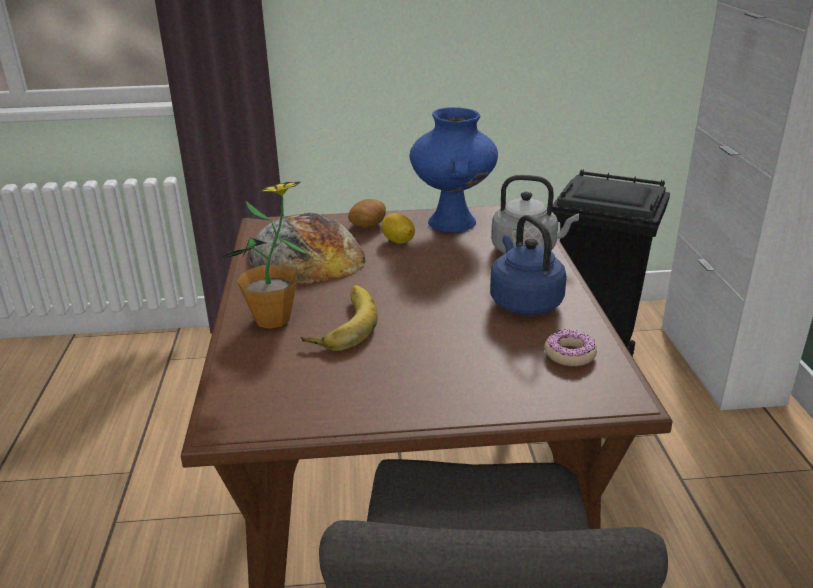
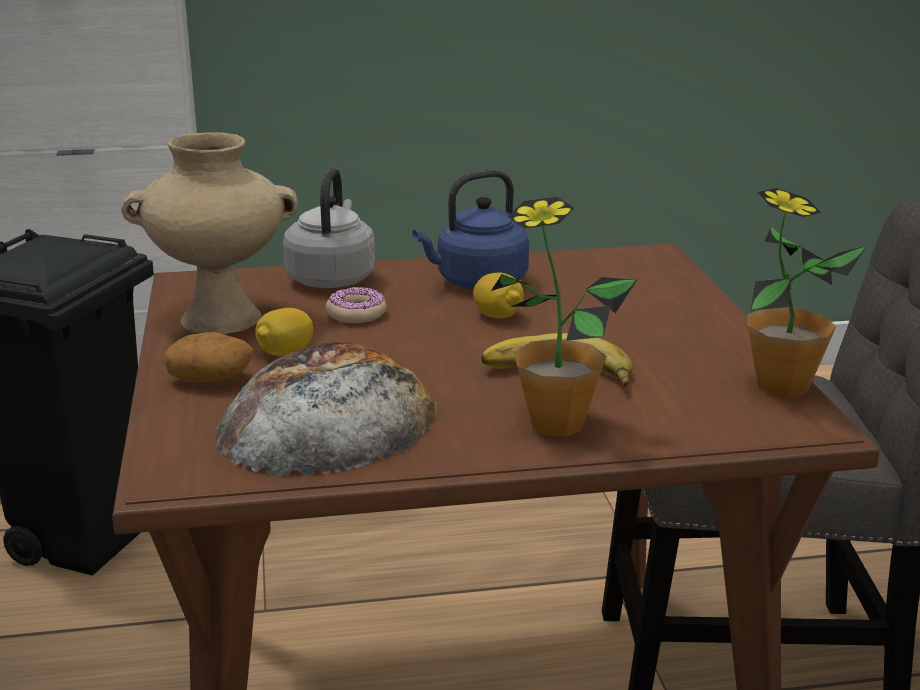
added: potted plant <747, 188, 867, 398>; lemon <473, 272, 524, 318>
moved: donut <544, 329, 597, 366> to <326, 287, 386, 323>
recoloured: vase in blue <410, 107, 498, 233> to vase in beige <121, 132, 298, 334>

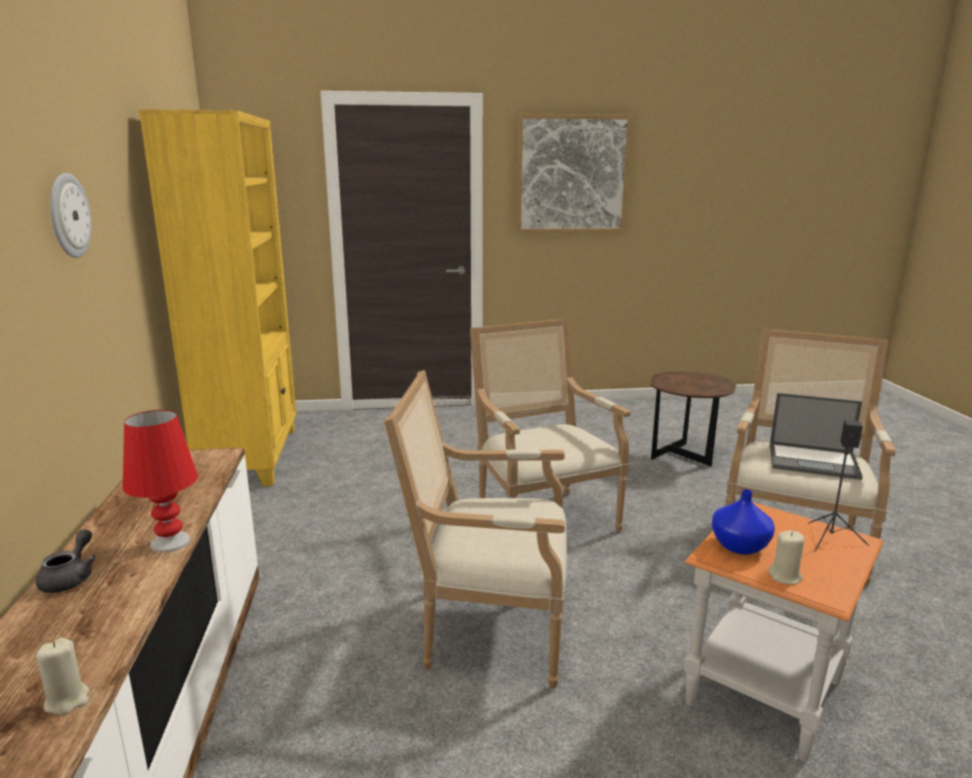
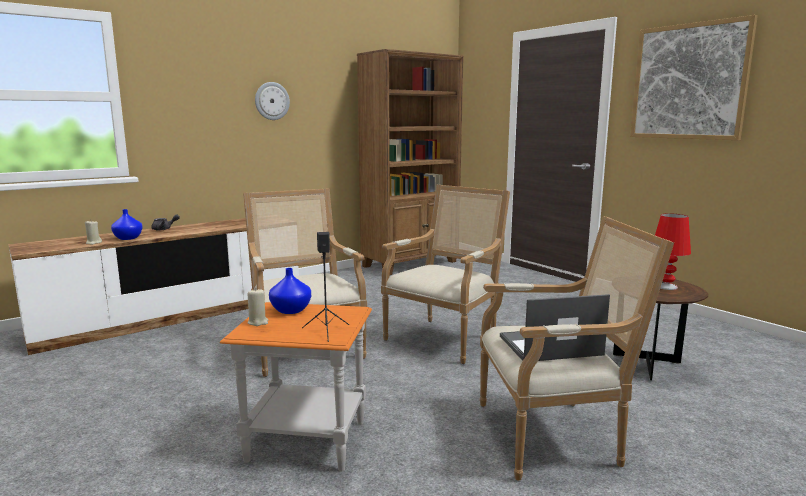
added: vase in blue <111, 209, 143, 240>
moved: table lamp in red <123, 410, 198, 553> to <655, 213, 691, 290>
recoloured: bookcase in yellow <138, 109, 296, 487> to bookcase in brown <357, 49, 464, 275>
turned: laptop <770, 393, 863, 480> = <500, 294, 610, 361> 90 degrees clockwise

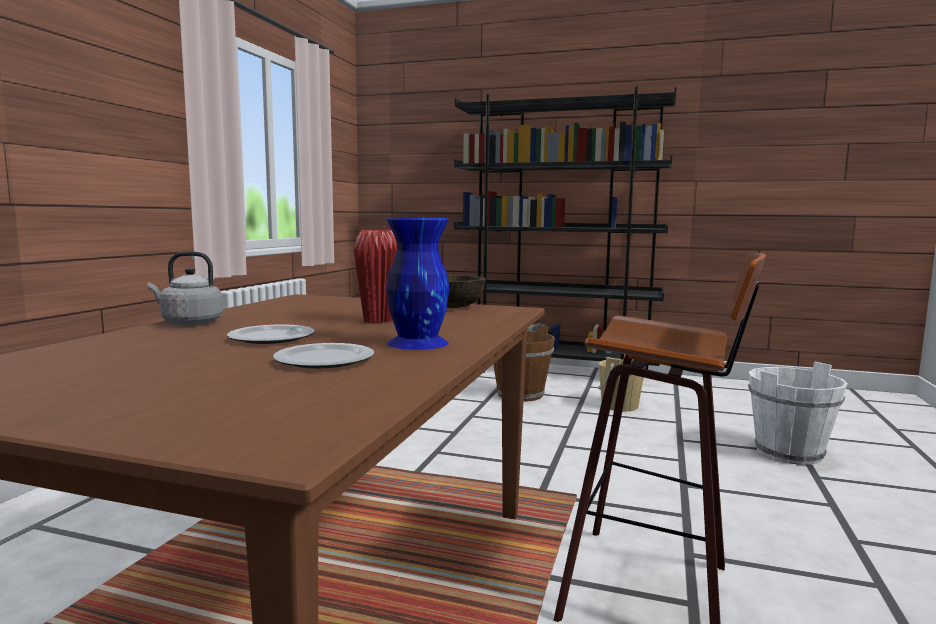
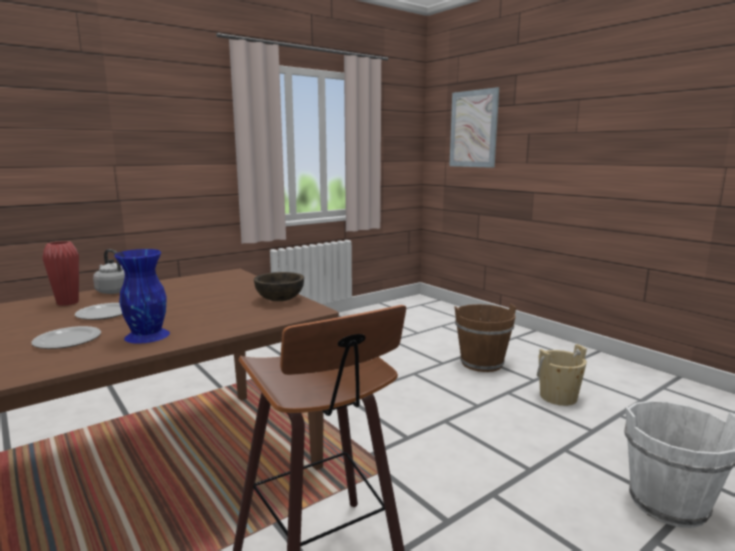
removed: bookcase in black <454, 86, 677, 373>
added: picture <449, 87, 499, 168>
moved: vase in red <354, 230, 397, 323> to <42, 241, 79, 306>

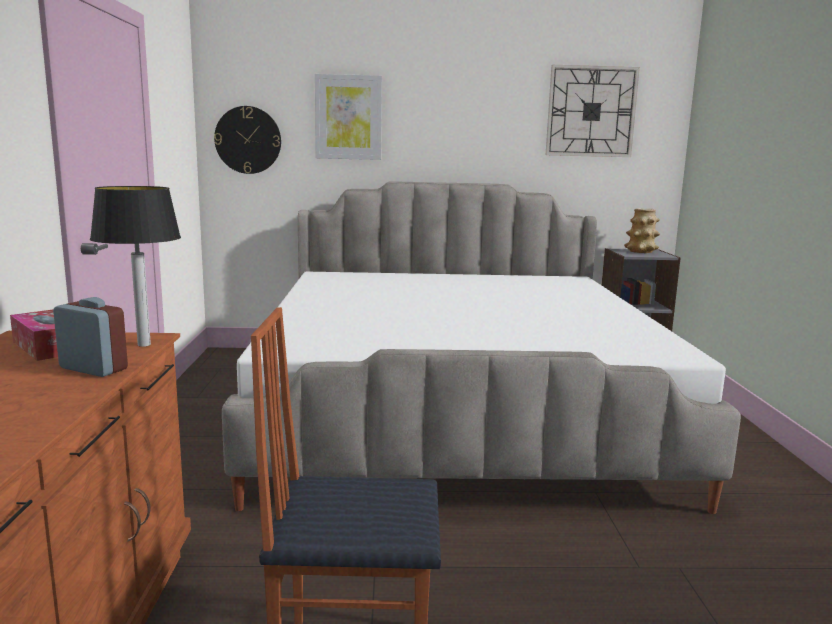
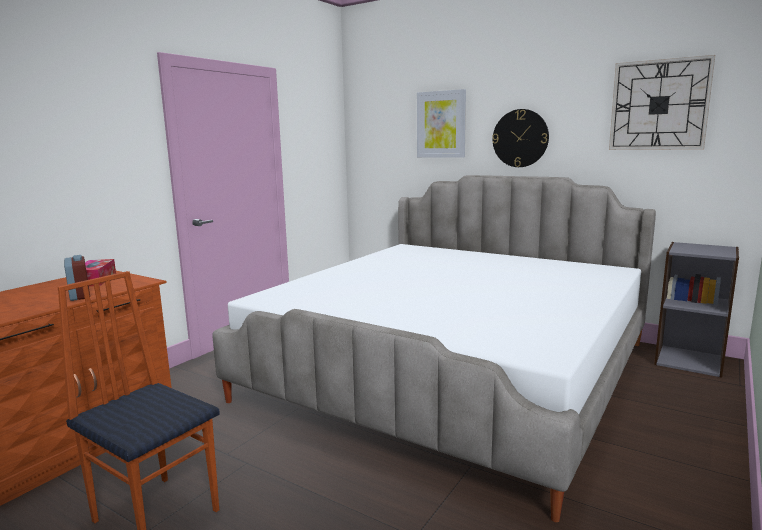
removed: table lamp <90, 186, 181, 347>; vase <624, 208, 660, 253>
moved: wall clock <214, 106, 281, 174> to <492, 109, 549, 167>

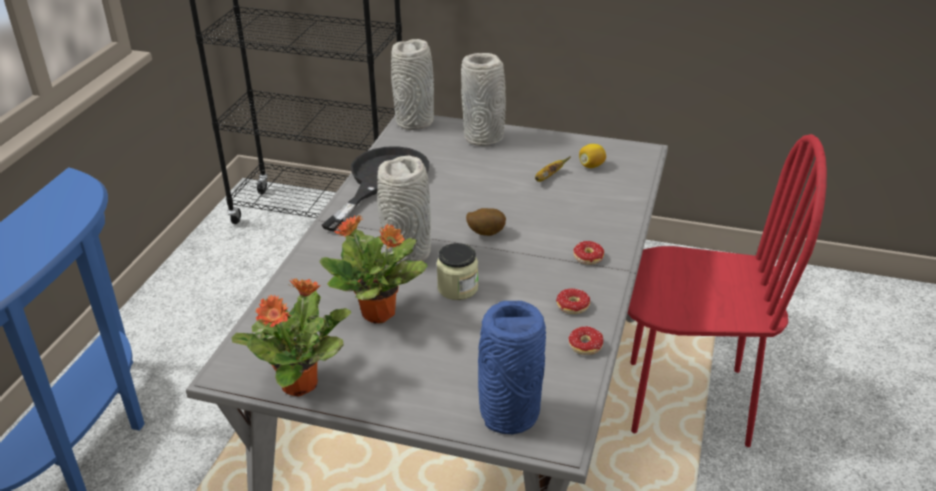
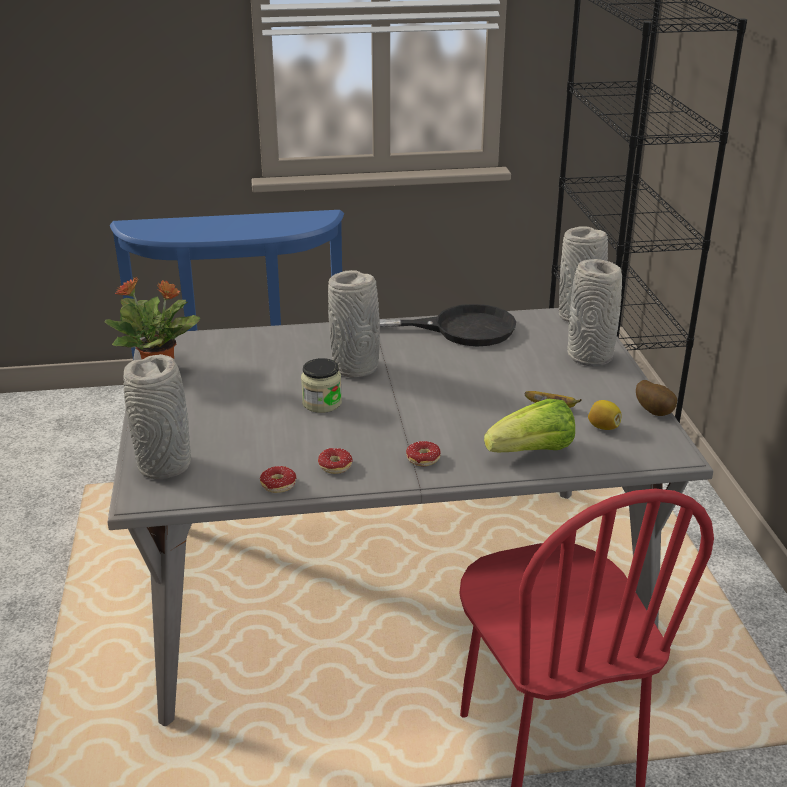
removed: potted plant <319, 215, 427, 323>
added: lettuce <484, 399, 575, 452>
moved: potato <466, 208, 506, 236> to <636, 380, 677, 416>
recoloured: vase in blue <478, 301, 546, 434> to vase in grey <123, 354, 191, 479>

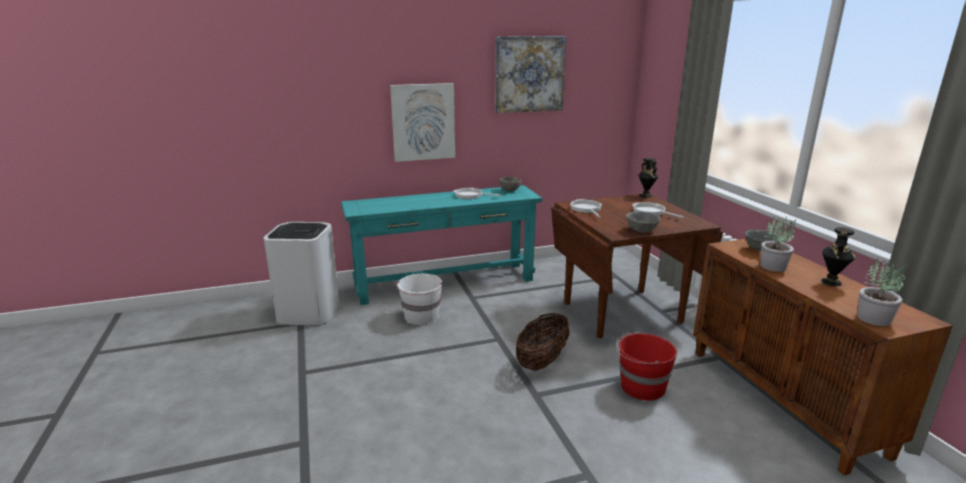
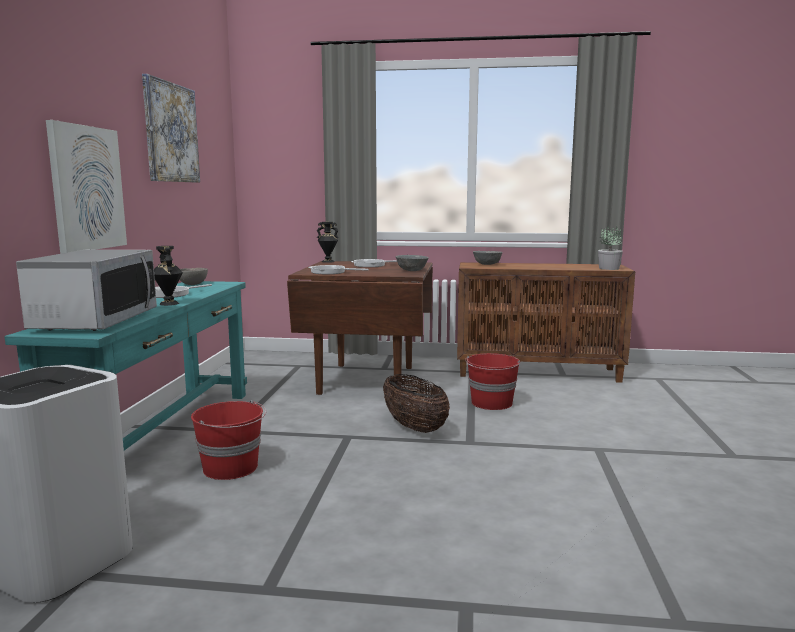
removed: potted plant <760, 217, 796, 272>
added: microwave <16, 250, 157, 331>
moved: vase in black <821, 227, 855, 286> to <154, 246, 183, 306>
recoloured: bucket in white <396, 274, 443, 325> to bucket in red <191, 400, 266, 480>

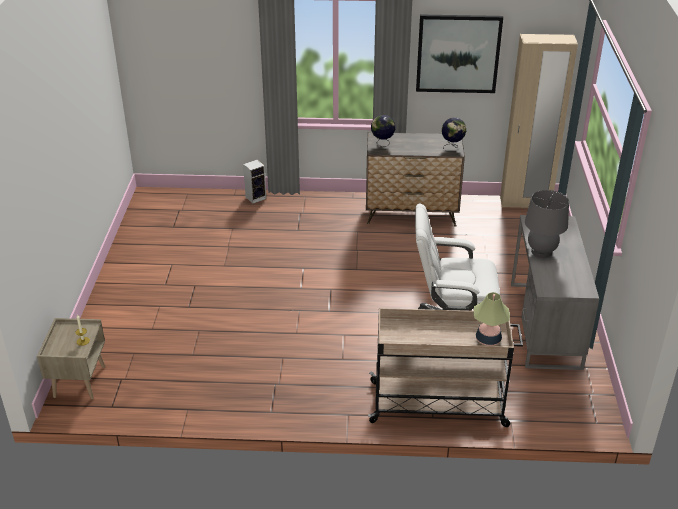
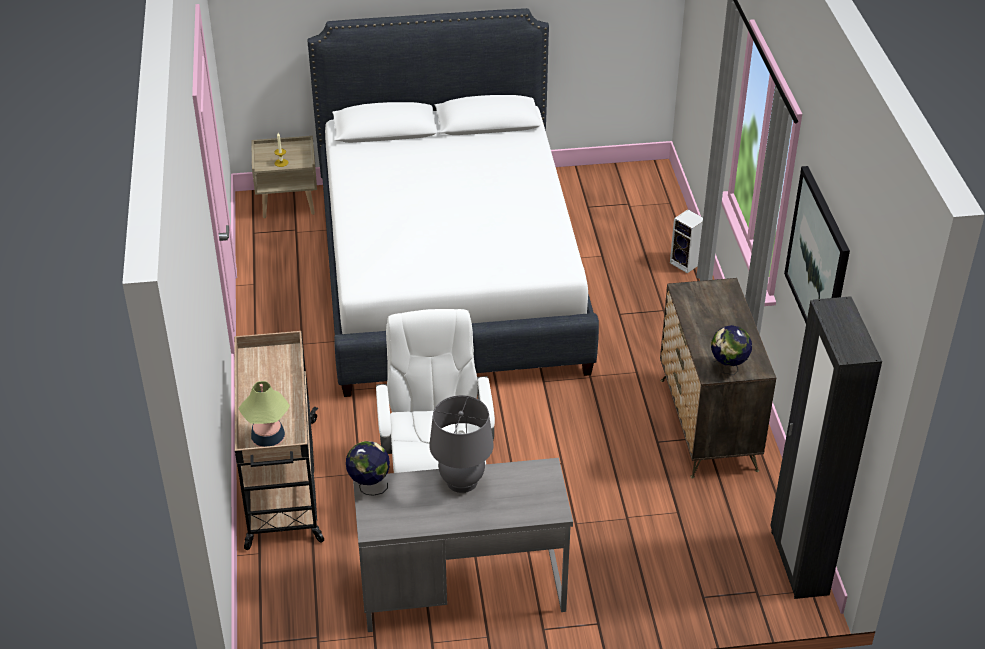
added: bed in white <308, 8, 599, 397>
moved: globe <371, 115, 396, 147> to <346, 441, 390, 496>
recoloured: wardrobe in beige <500, 34, 578, 208> to wardrobe in black <770, 296, 882, 599>

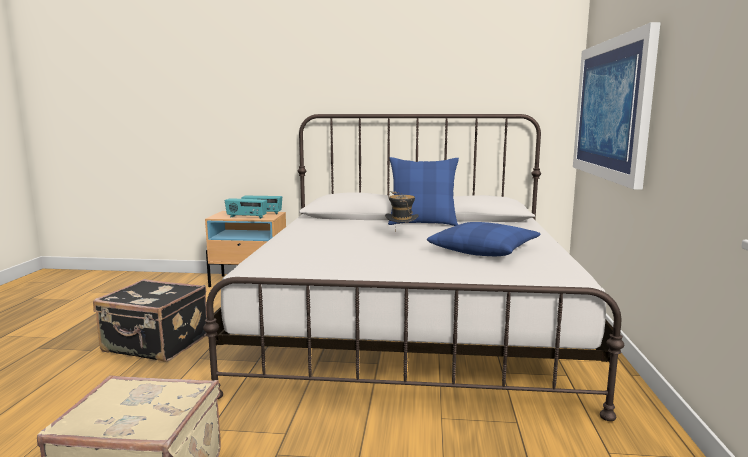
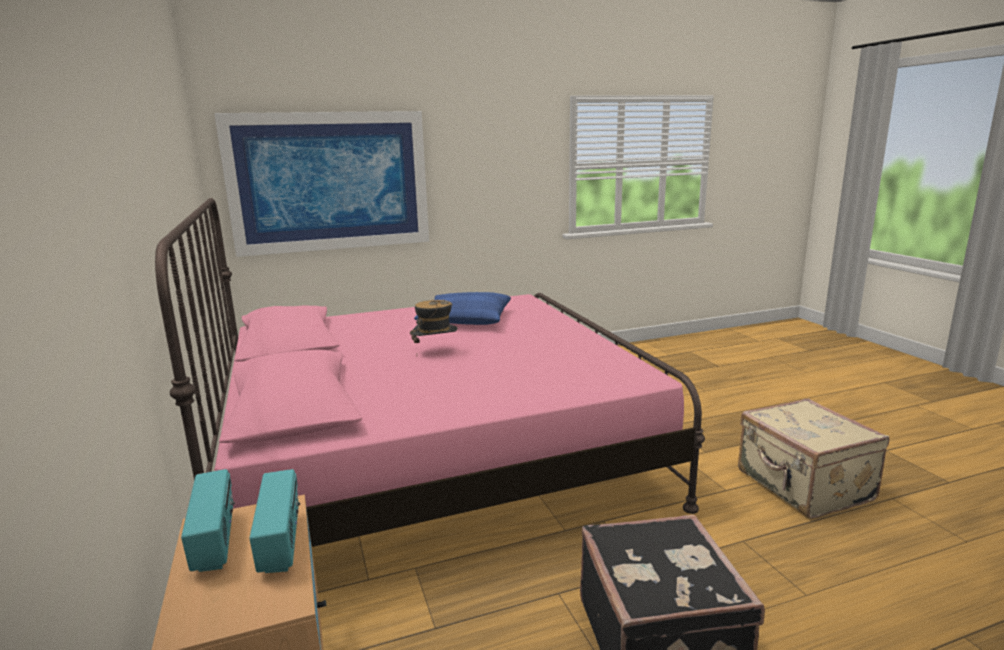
removed: pillow in blue <388, 157, 459, 226>
recoloured: bed in white <203, 114, 624, 421> to bed in pink <155, 198, 705, 547>

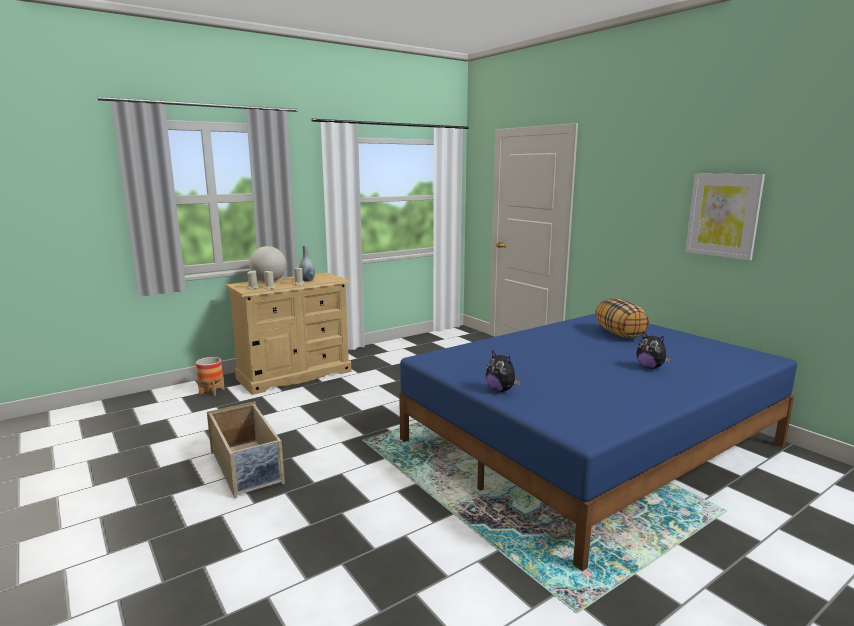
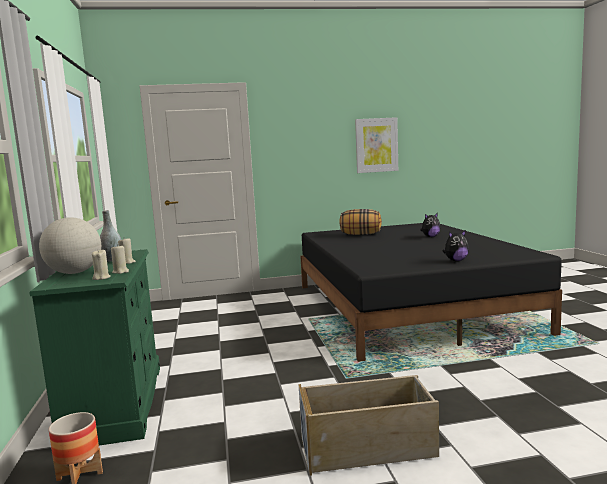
recoloured: dresser in beige <226, 272, 351, 395> to dresser in green <29, 249, 160, 446>; bed in blue <399, 313, 797, 571> to bed in black <300, 223, 562, 362>

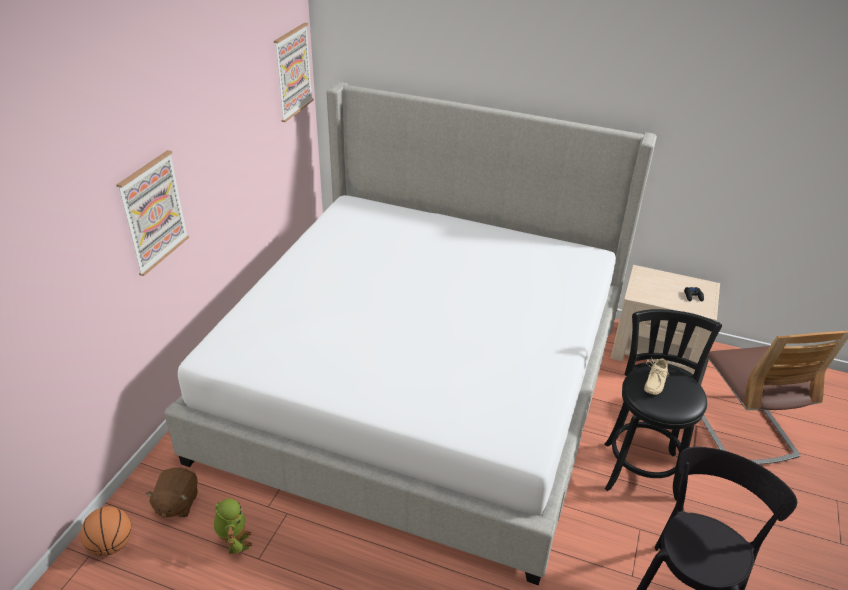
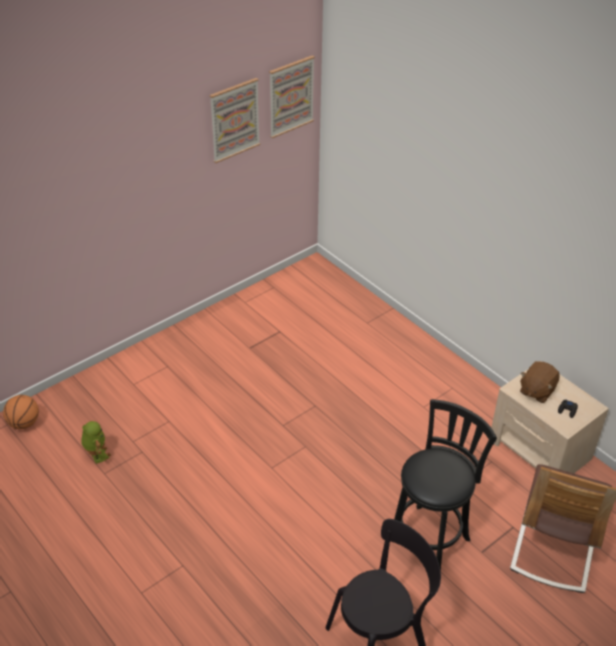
removed: bed <164, 82, 657, 585>; shoe in beige <644, 357, 669, 395>
moved: picture <116, 150, 189, 276> to <209, 78, 260, 163>; plush toy in brown <146, 468, 198, 518> to <520, 361, 560, 403>
turned: toy robot <214, 499, 252, 555> = <81, 421, 111, 464> 45 degrees counterclockwise

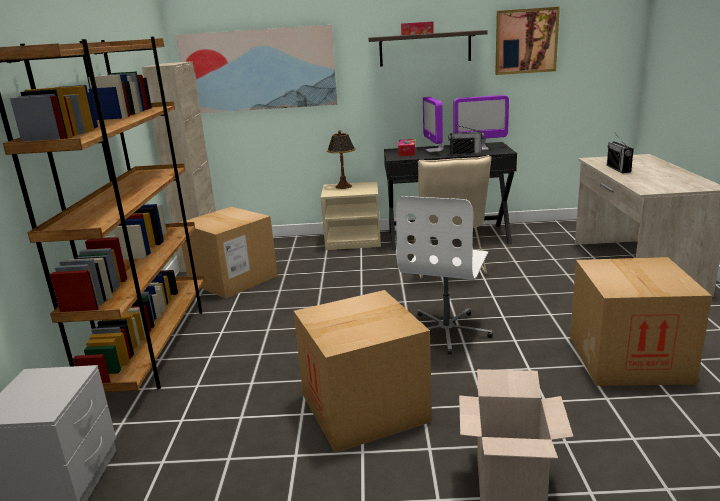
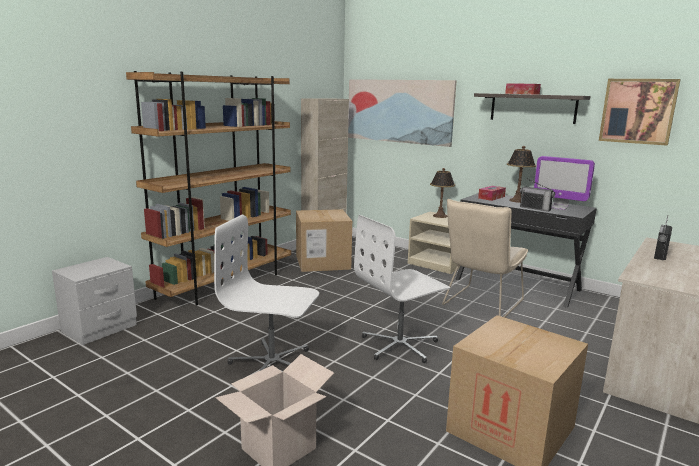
replaced: monitor <423, 97, 444, 152> to table lamp <507, 146, 536, 203>; cardboard box <294, 290, 432, 453> to office chair in white <214, 215, 319, 371>

